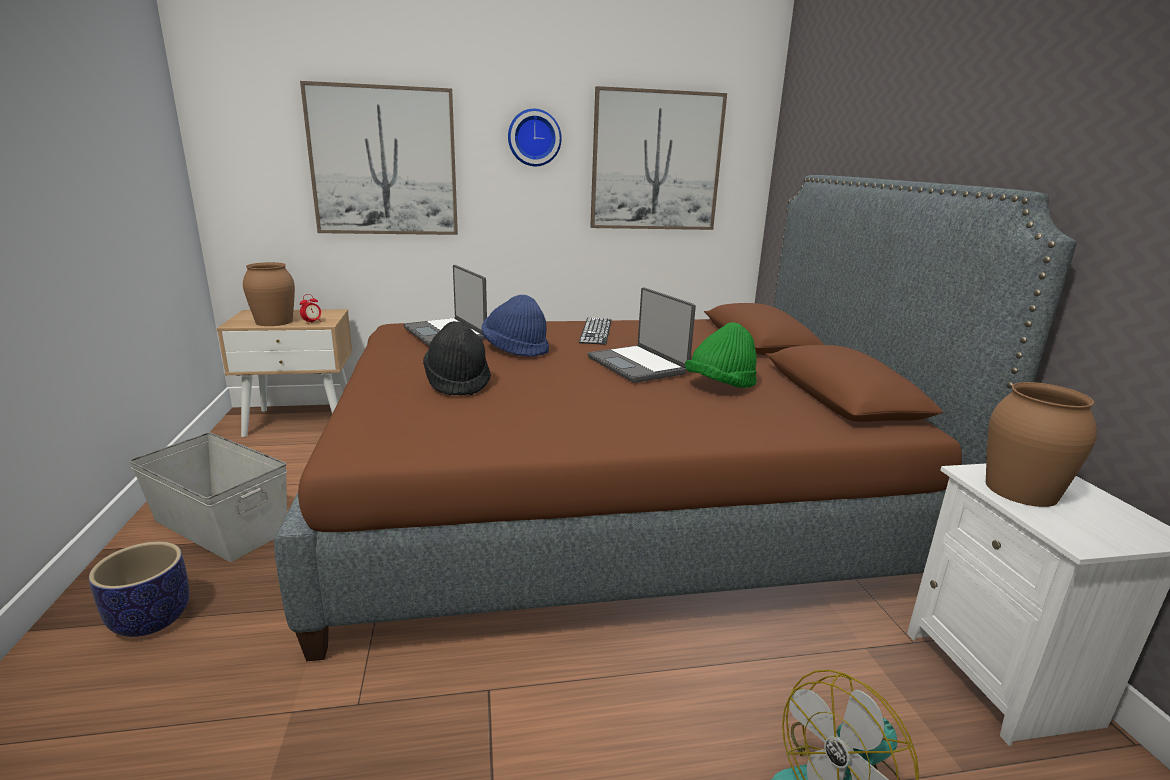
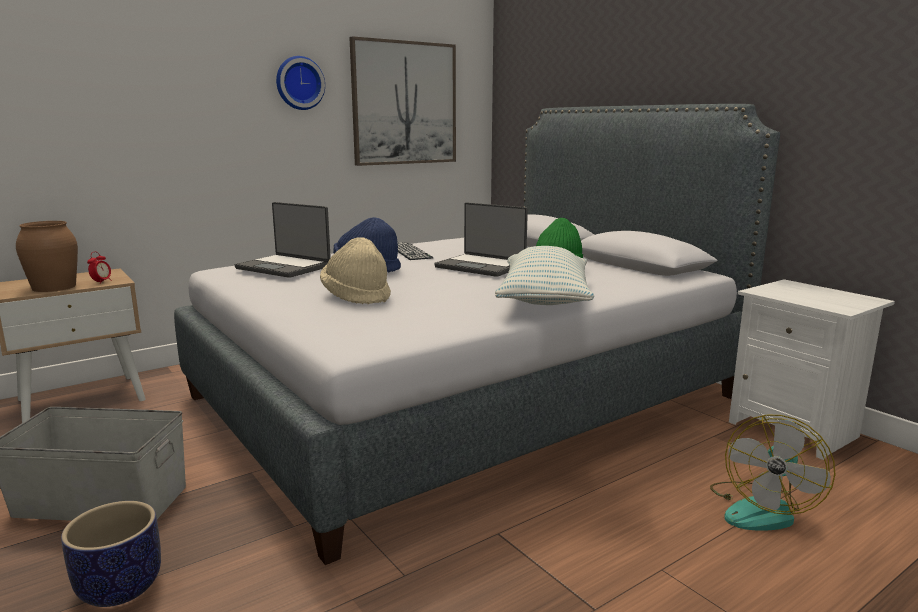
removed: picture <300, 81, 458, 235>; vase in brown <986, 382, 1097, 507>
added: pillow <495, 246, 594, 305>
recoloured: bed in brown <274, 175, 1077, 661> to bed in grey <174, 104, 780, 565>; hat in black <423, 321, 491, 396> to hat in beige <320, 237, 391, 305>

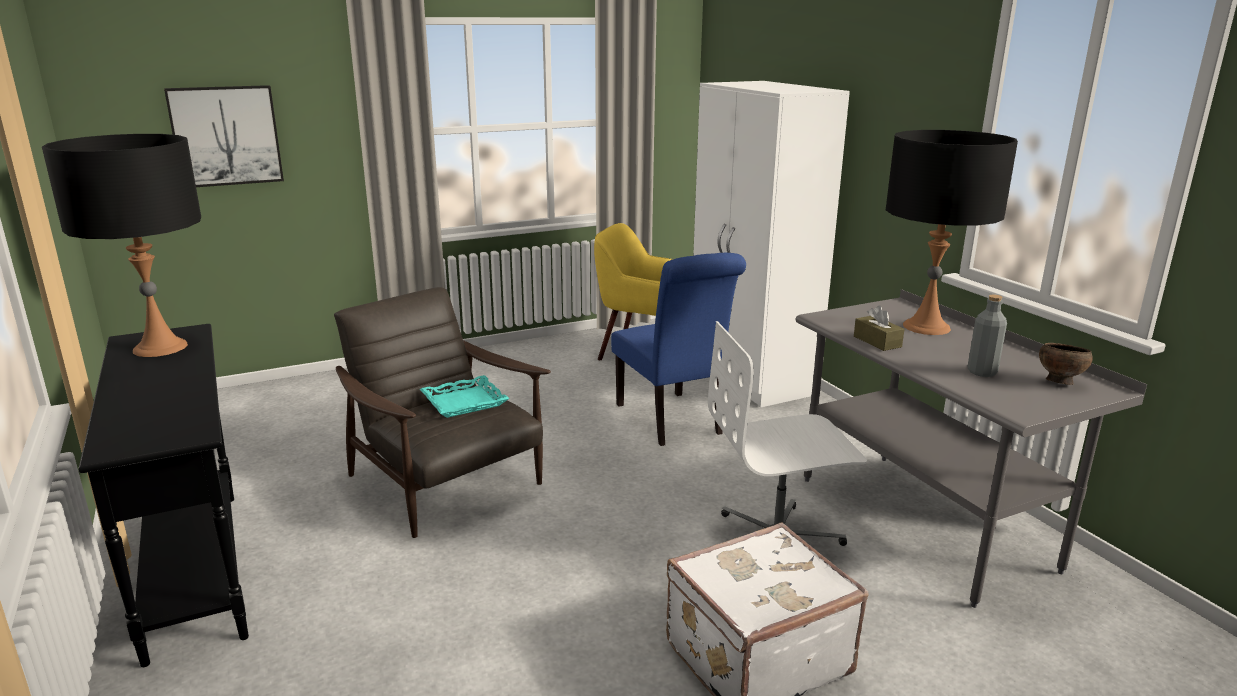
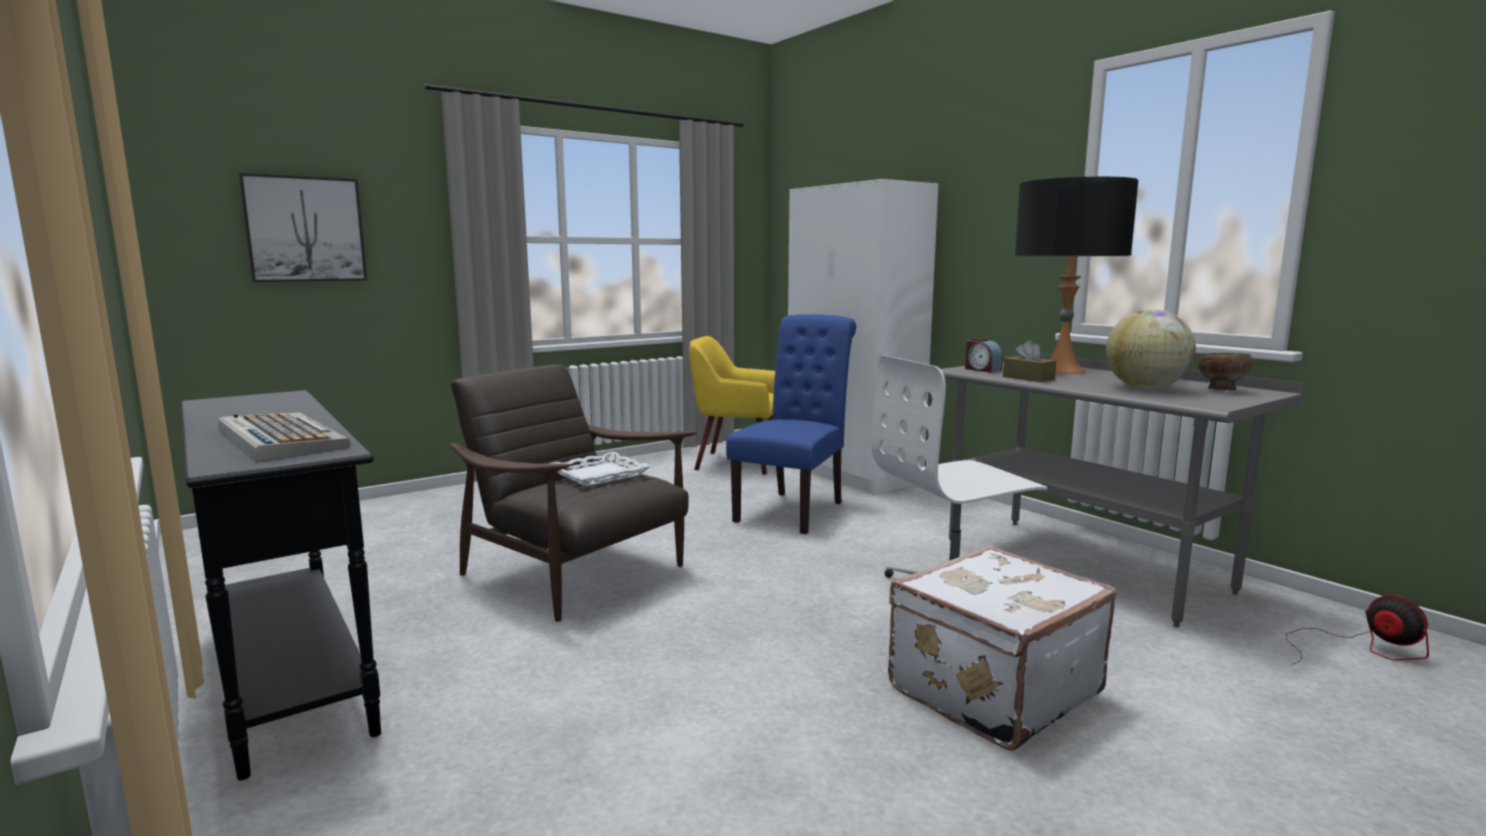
removed: table lamp in black <42, 134, 201, 357>
added: alarm clock <965, 338, 1003, 373>; keyboard <218, 412, 351, 461>; fan <1286, 595, 1429, 664>
replaced: bottle in grey <967, 295, 1007, 377> to globe <1106, 309, 1196, 389>
recoloured: tray in turquoise <420, 375, 509, 418> to tray in white <549, 452, 651, 487>
turned: chair in blue <611, 253, 746, 446> = <726, 314, 856, 534> 120 degrees counterclockwise

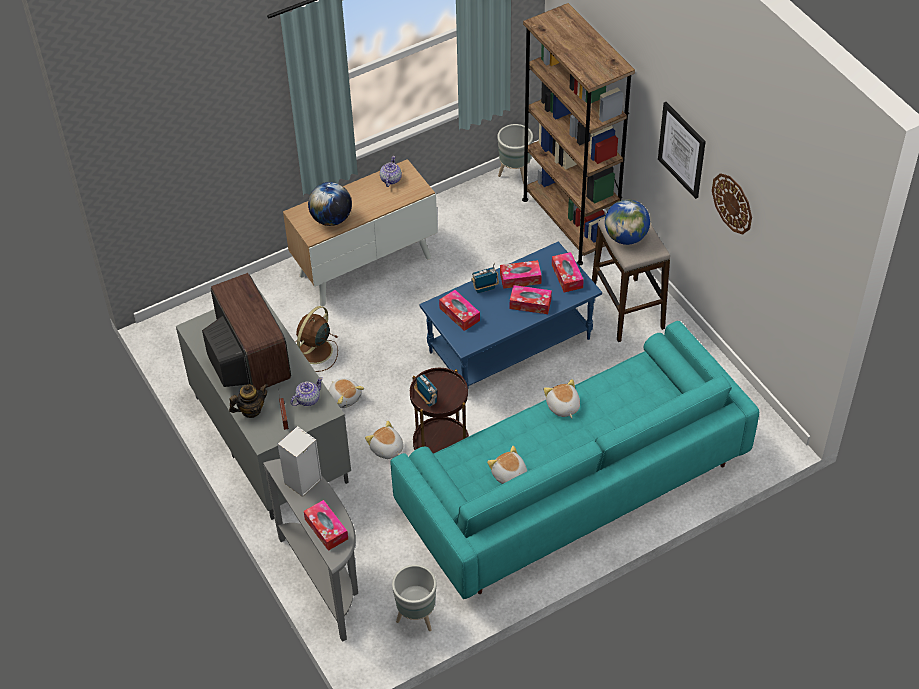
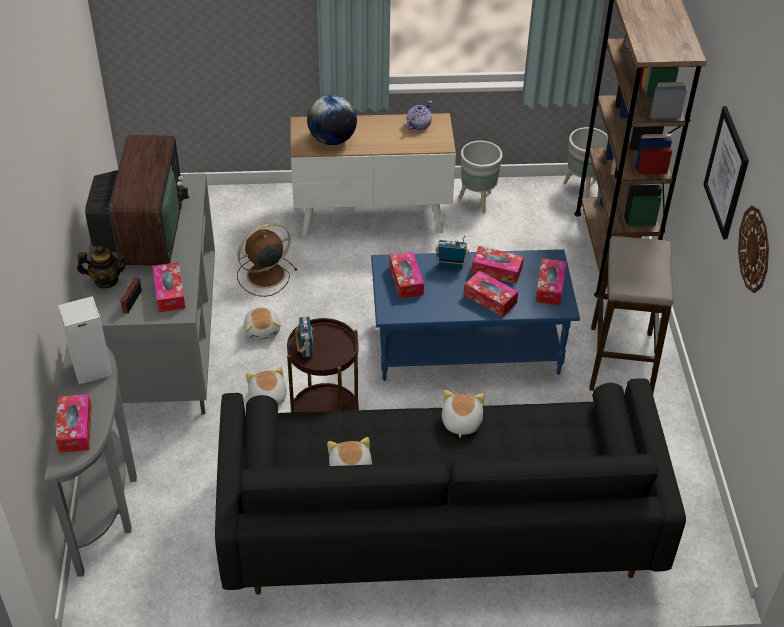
removed: globe <605, 199, 650, 245>
moved: planter in grey <392, 565, 436, 631> to <459, 141, 503, 214>
replaced: teapot <291, 377, 323, 406> to tissue box <153, 262, 185, 312>
recoloured: sofa in turquoise <390, 321, 759, 599> to sofa in black <215, 378, 686, 595>

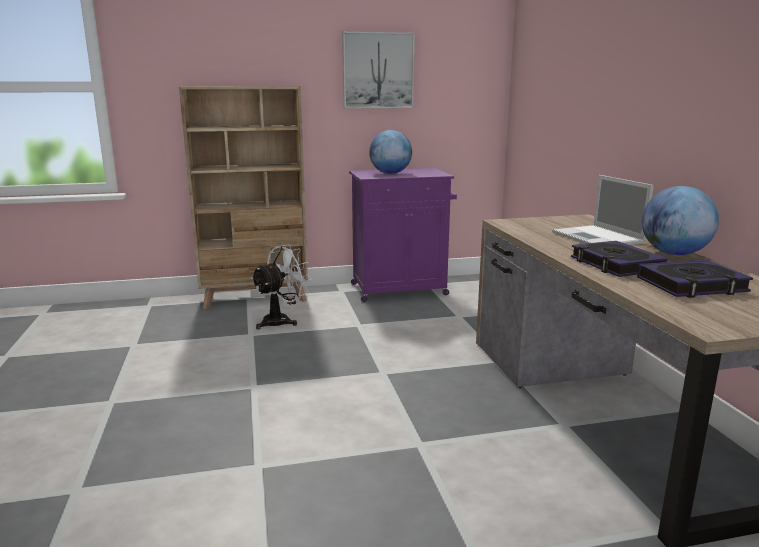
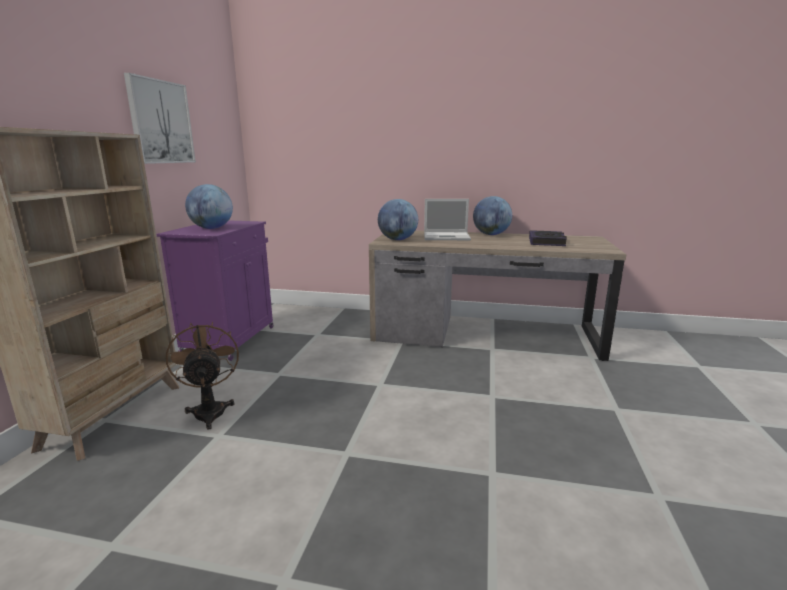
removed: book <571, 241, 667, 277>
added: globe <378, 199, 418, 240>
recoloured: fan in white <251, 244, 312, 329> to fan in brown <166, 322, 239, 430>

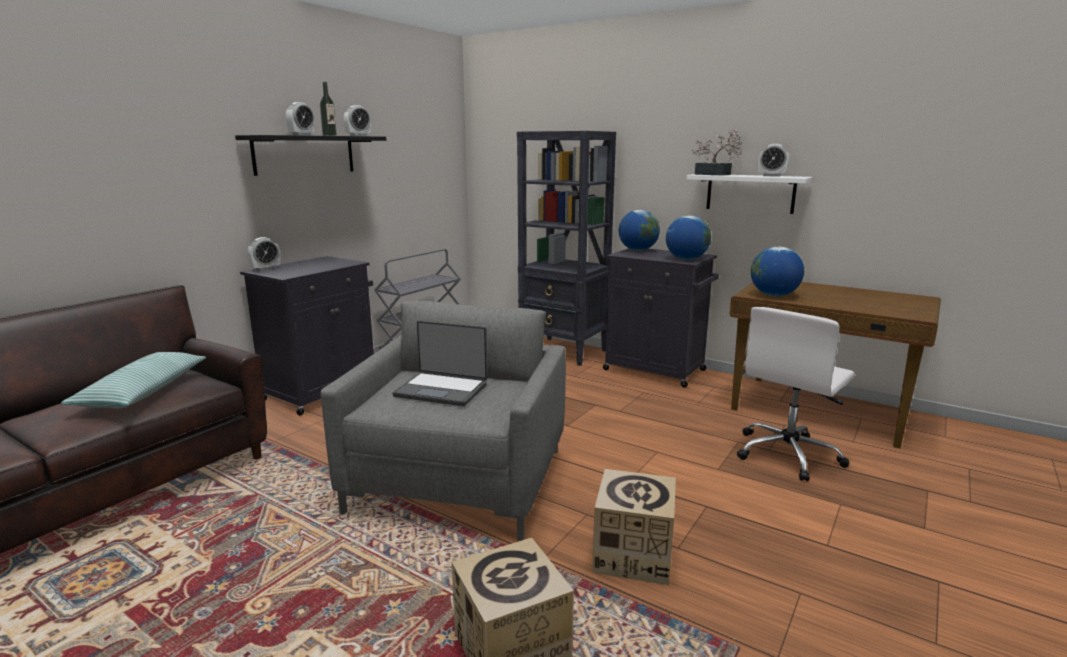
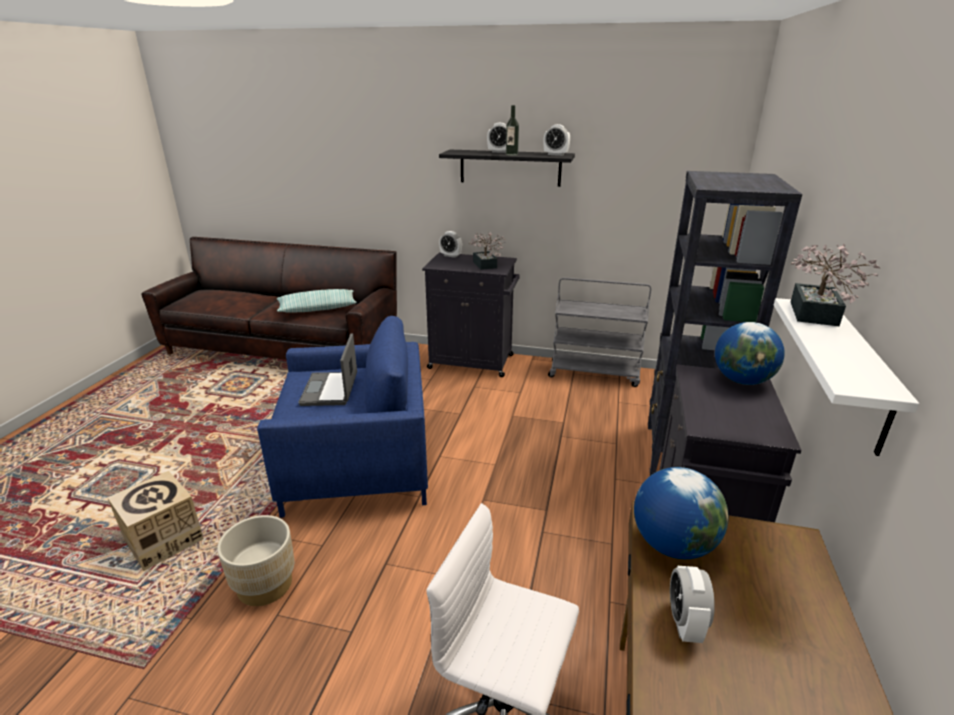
removed: globe <666, 215, 711, 260>
added: potted plant <469, 232, 506, 270>
moved: alarm clock <758, 144, 789, 177> to <670, 566, 715, 643>
replaced: cardboard box <592, 469, 676, 585> to planter in beige <217, 515, 294, 606>
recoloured: armchair in grey <321, 301, 566, 541> to armchair in blue <257, 316, 428, 518>

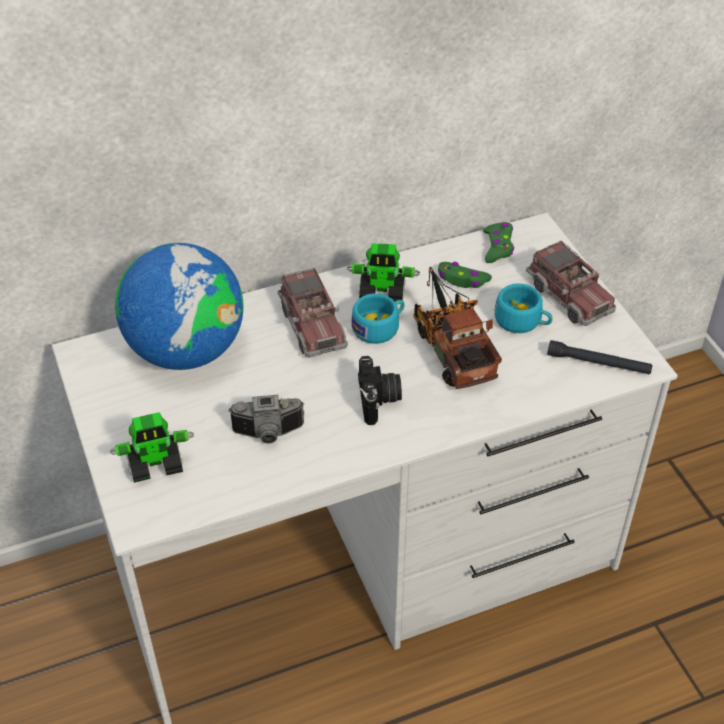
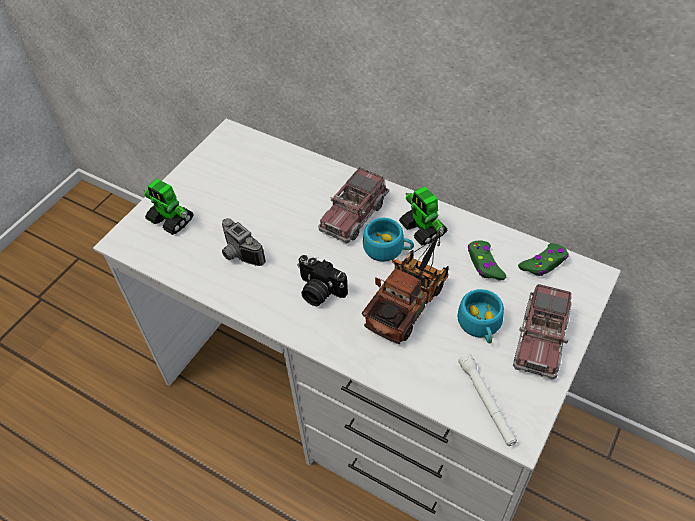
removed: globe <115, 243, 244, 370>
recoloured: flashlight in black <547, 340, 652, 374> to flashlight in white <458, 354, 517, 446>
turned: photo camera <358, 356, 402, 425> = <297, 255, 348, 306> 75 degrees clockwise

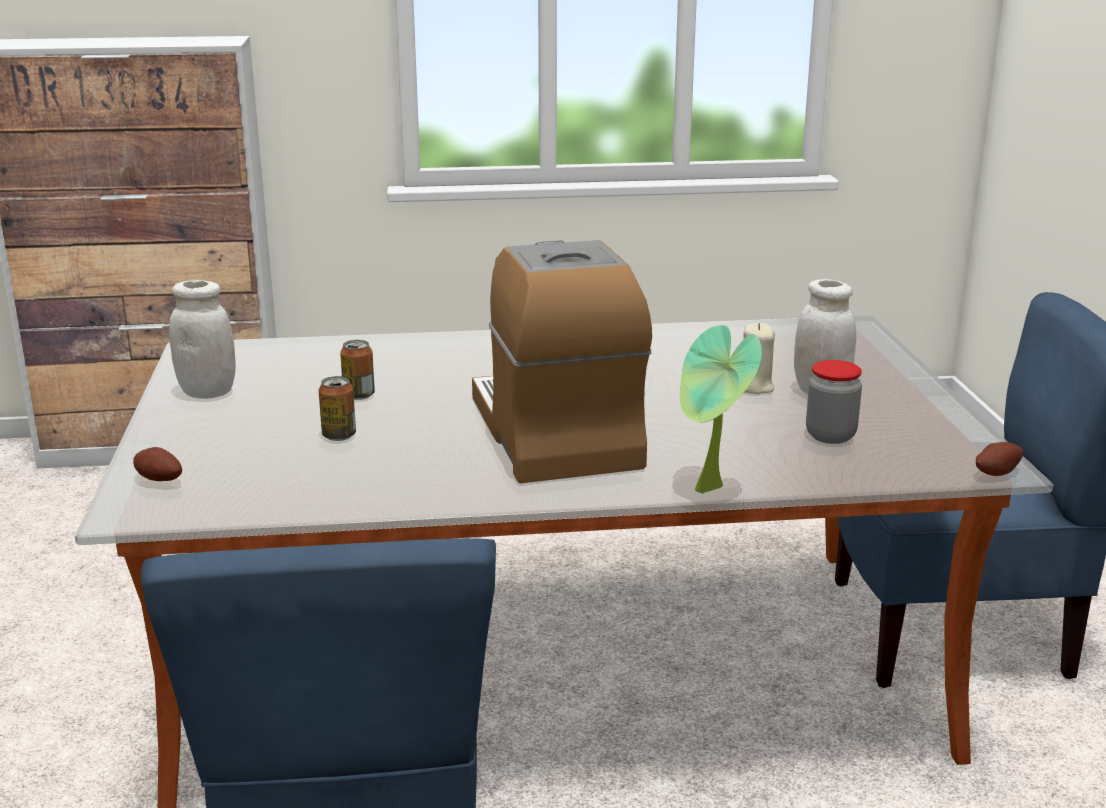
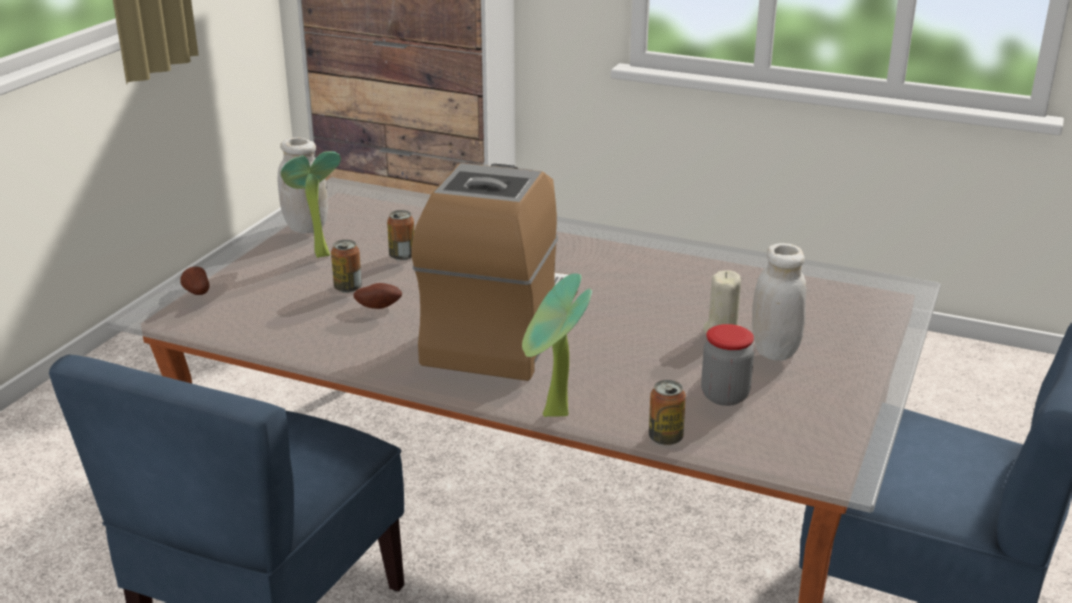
added: potted plant <280, 152, 341, 258>; can <649, 380, 686, 446>
moved: potato <976, 442, 1023, 476> to <353, 283, 402, 309>

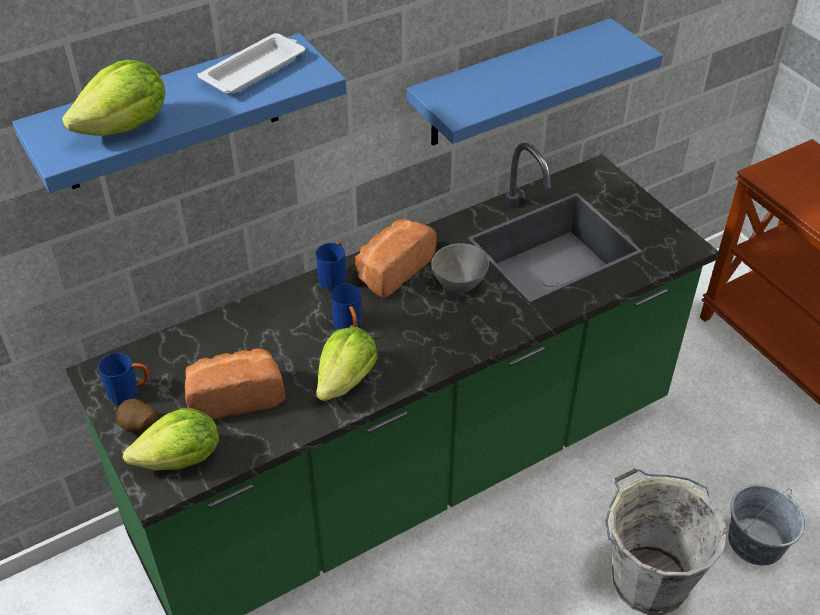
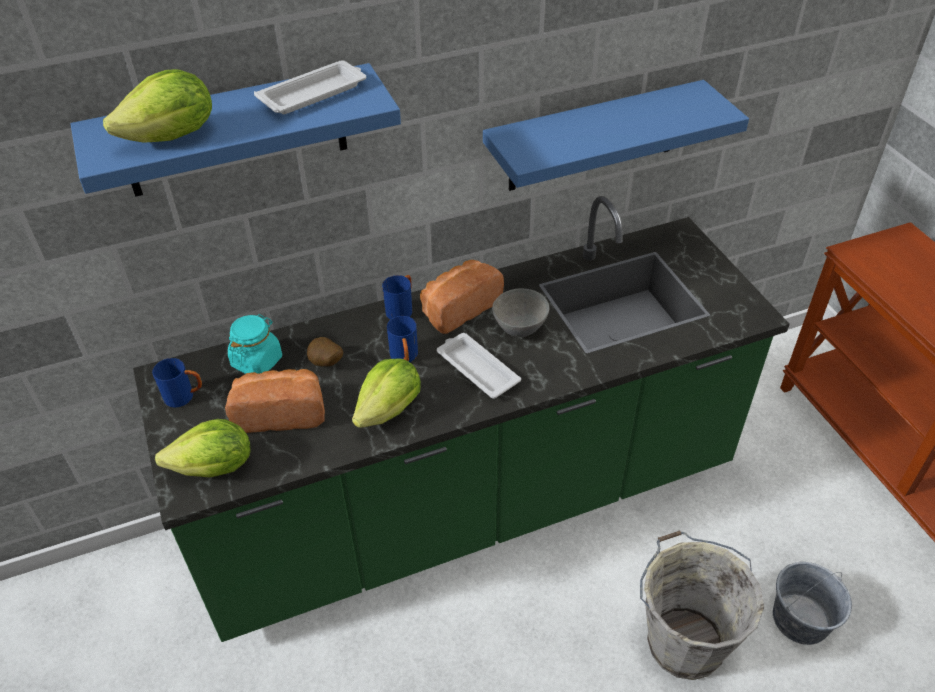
added: jar in turquoise <228, 314, 282, 374>; tray in white <437, 333, 521, 399>
moved: potato <116, 399, 158, 432> to <307, 337, 343, 366>

